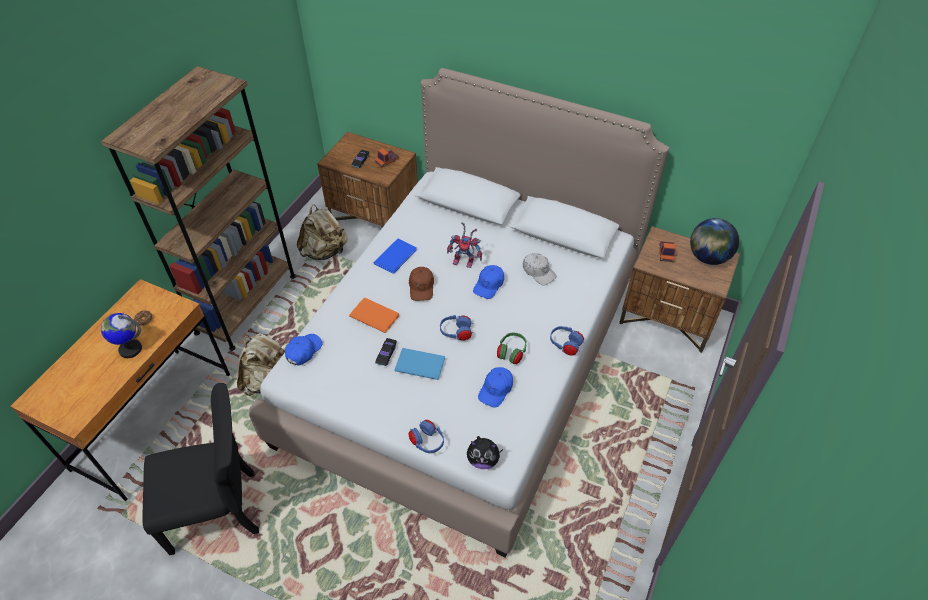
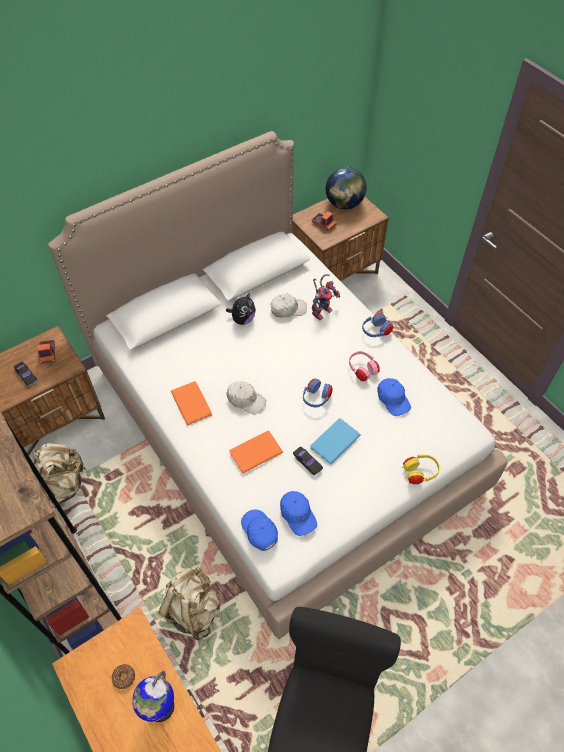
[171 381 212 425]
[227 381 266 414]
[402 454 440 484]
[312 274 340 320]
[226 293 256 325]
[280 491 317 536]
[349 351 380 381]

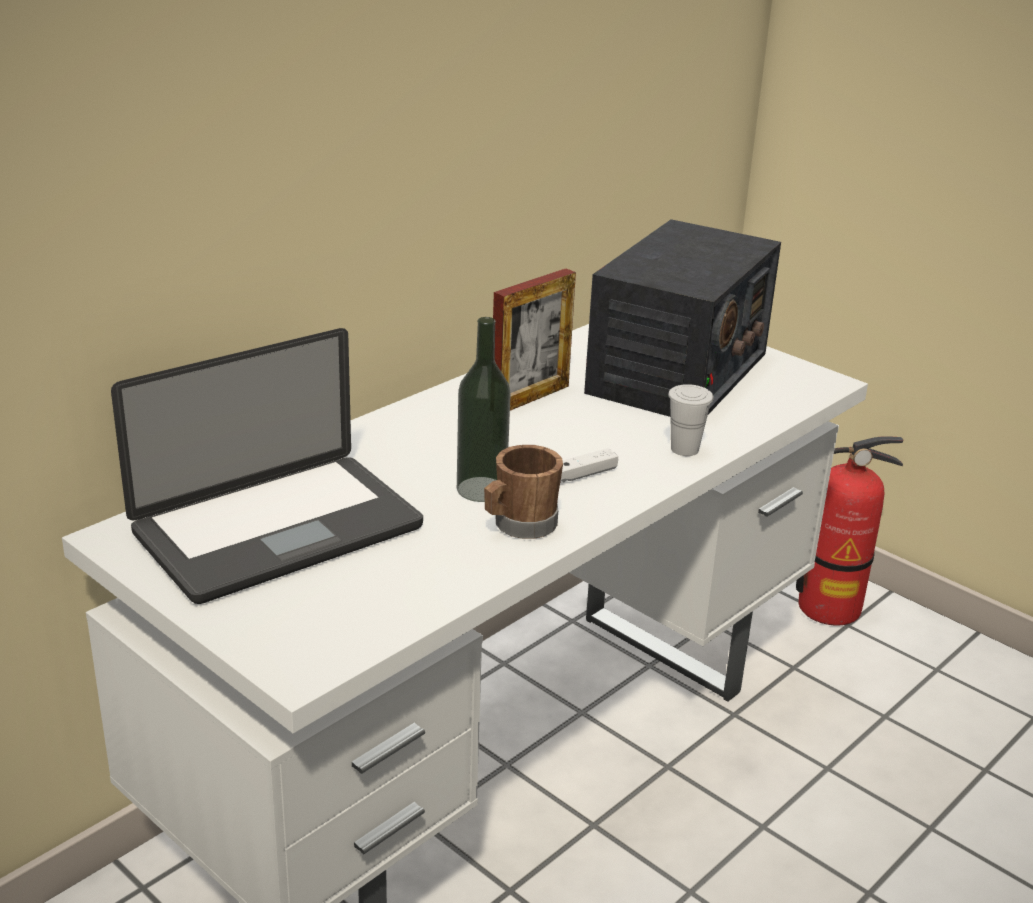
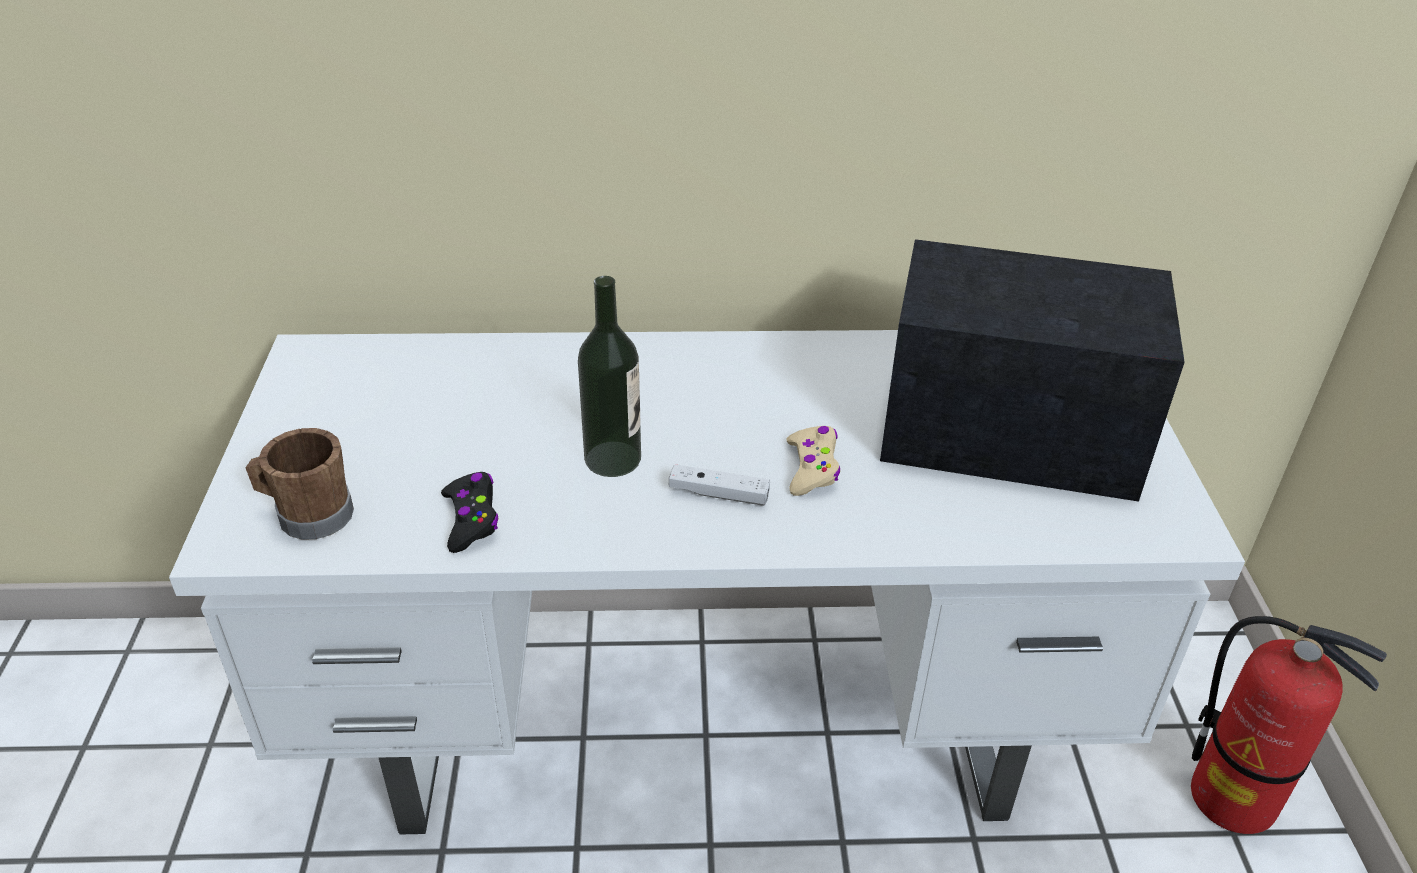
[111 328 423 604] (first image)
[245 428 354 540]
[493 269 576 411] (first image)
[880 239 1185 502]
[668 384 714 456] (first image)
[441 472 498 553]
[786 426 840 496]

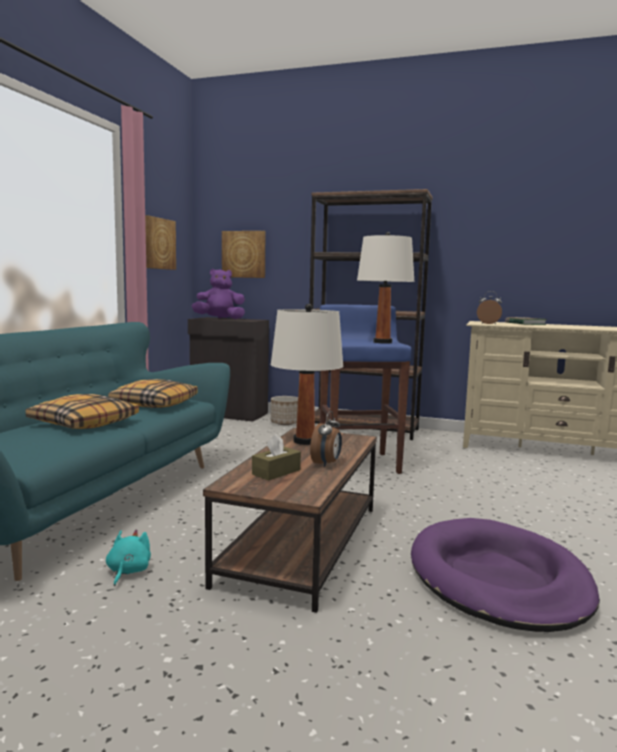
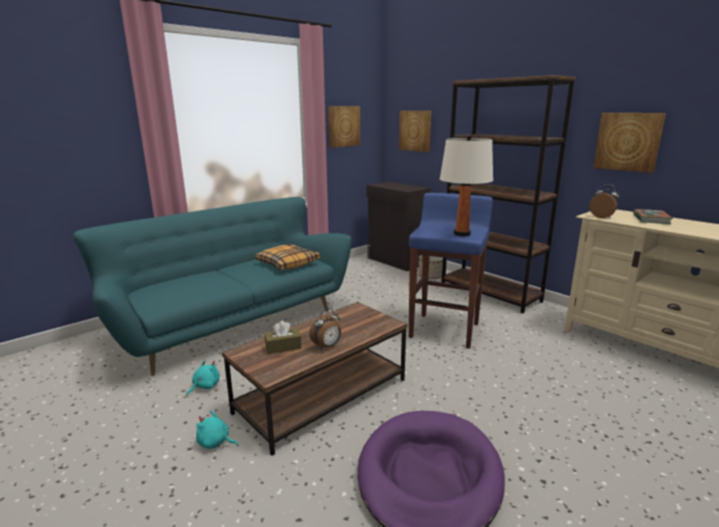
[25 394 139 429] (first image)
[192 269 245 319] (first image)
[271 304 343 445] (first image)
[196 411 239 449]
[593 113 666 173]

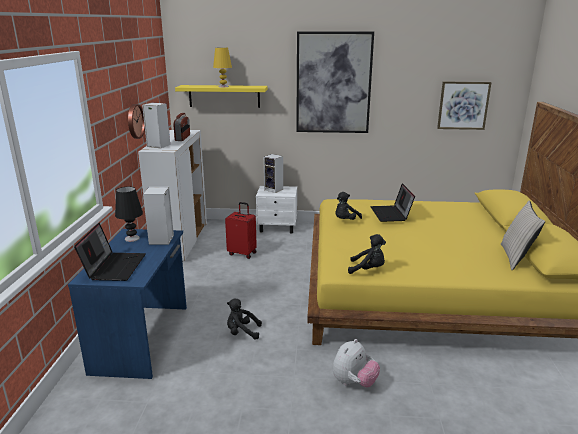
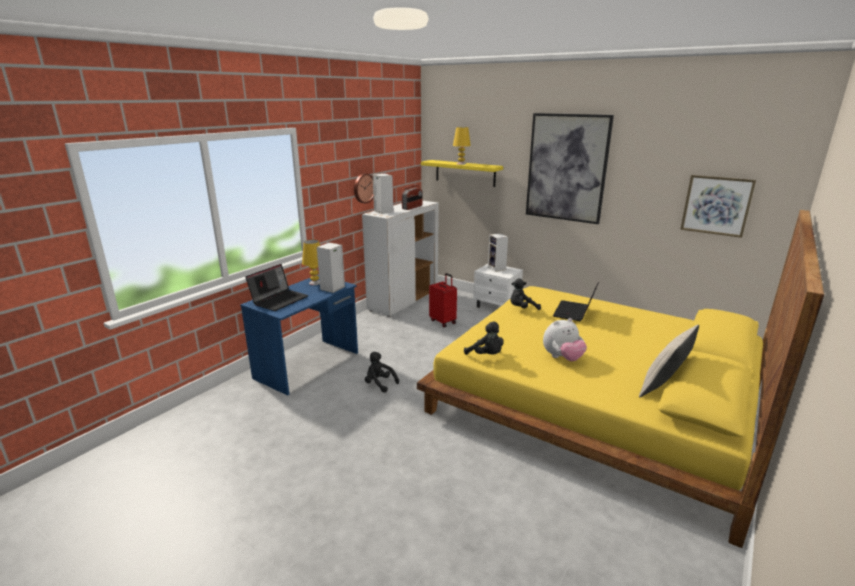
[302 240 320 285]
[543 318 587 361]

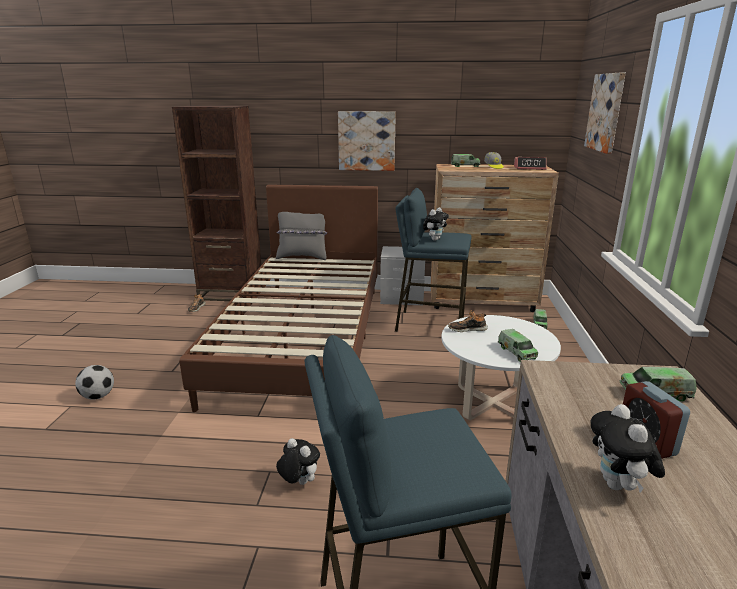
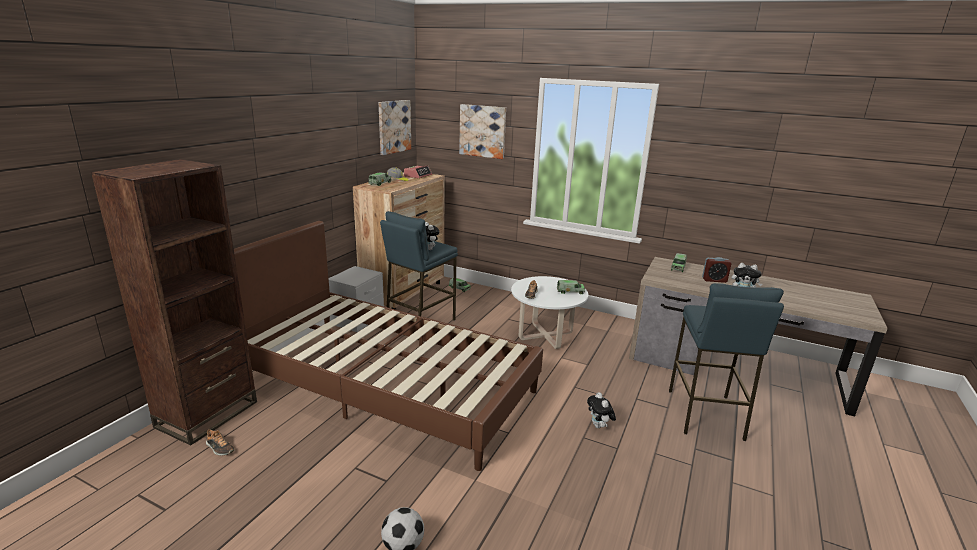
[276 212 327 260] (first image)
[587 392 616 428]
[379 100 411 155]

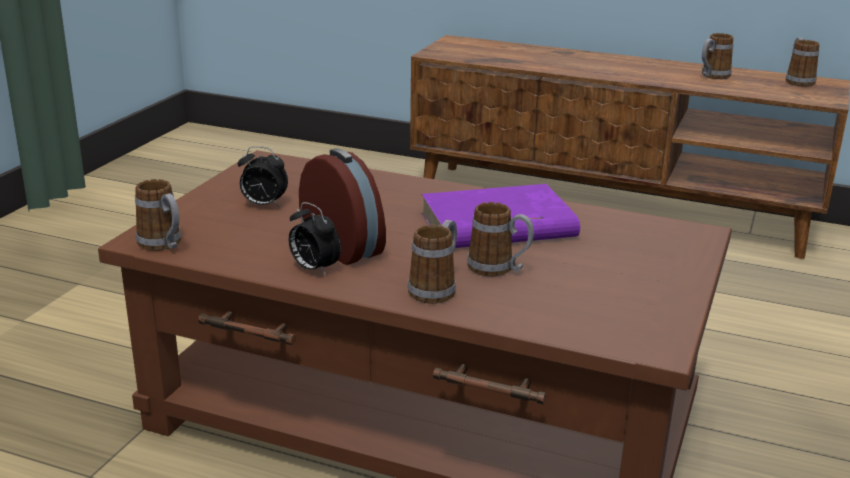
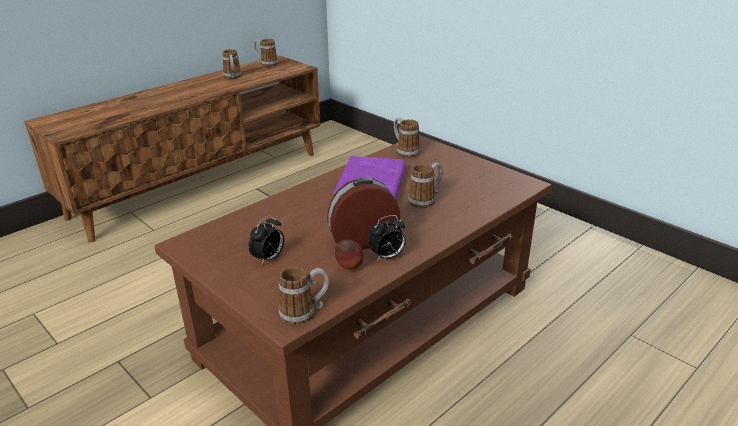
[394 118 420 158]
[335 240 364 270]

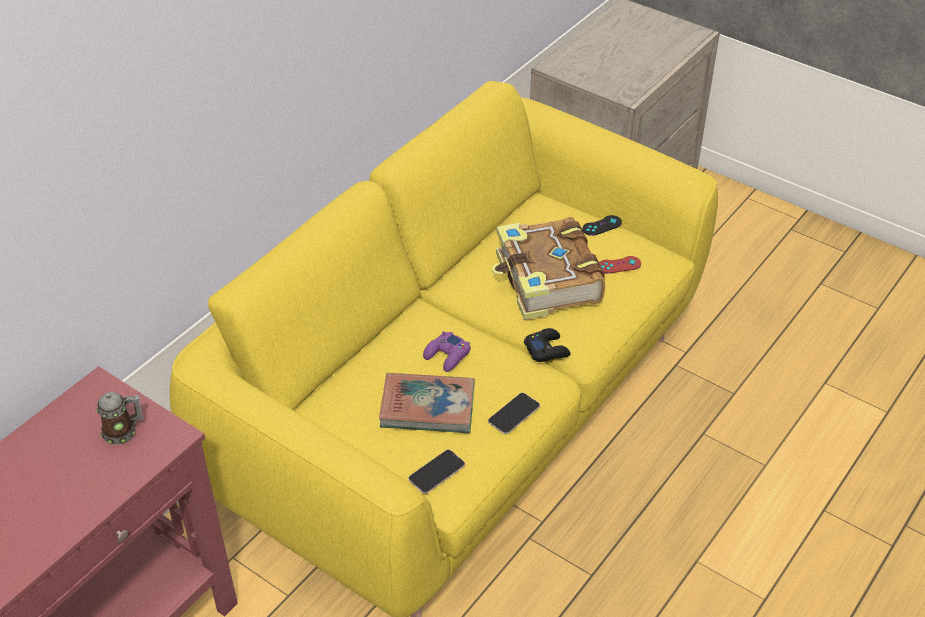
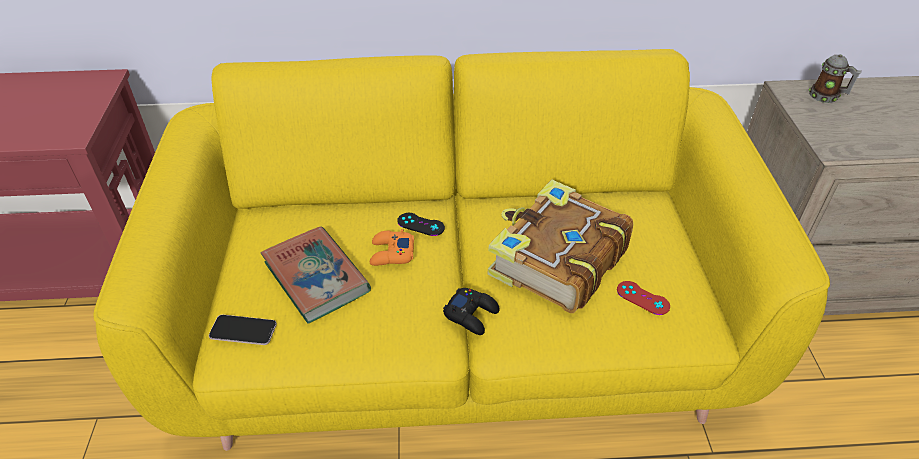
[809 54 861 103]
[370 229 414 266]
[488 393 540 434] (first image)
[397 213 445 236]

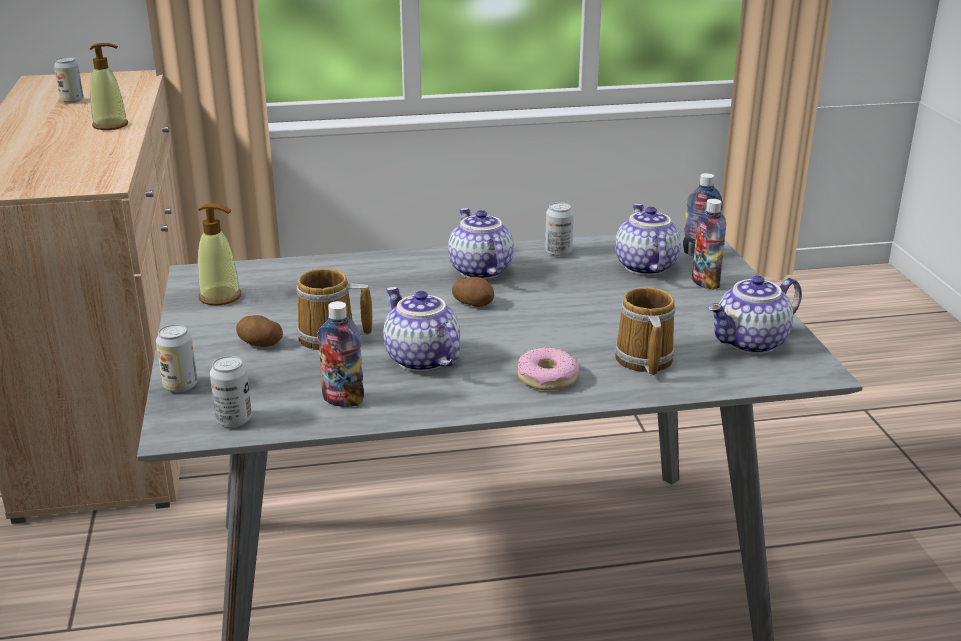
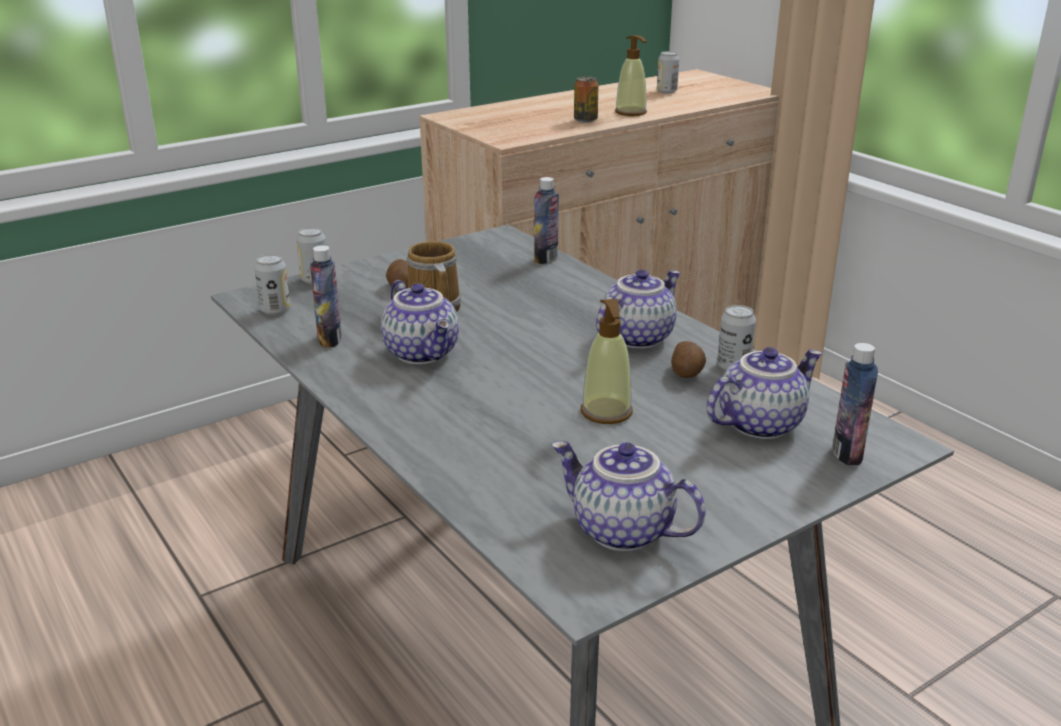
[581 299 633 424]
[381 280 459 365]
[671 341 706 378]
[518 347 579 391] (first image)
[615 287 676 376] (first image)
[534 177 559 264]
[574 76 598 123]

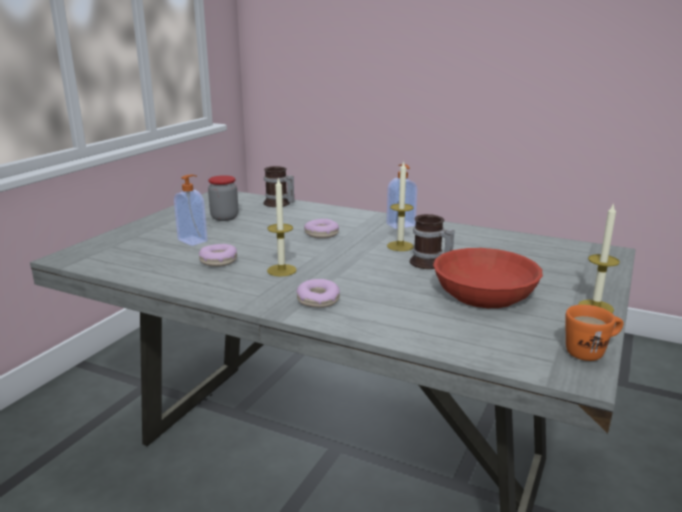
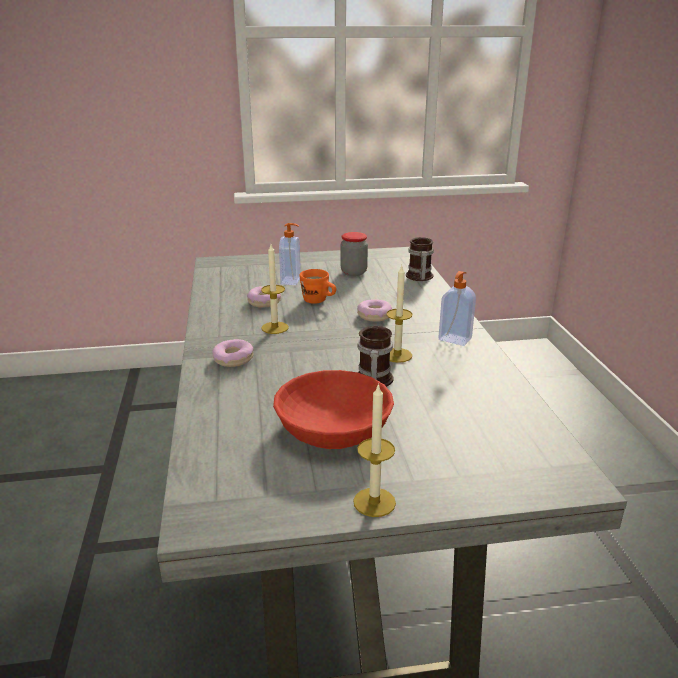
[300 269 336 304]

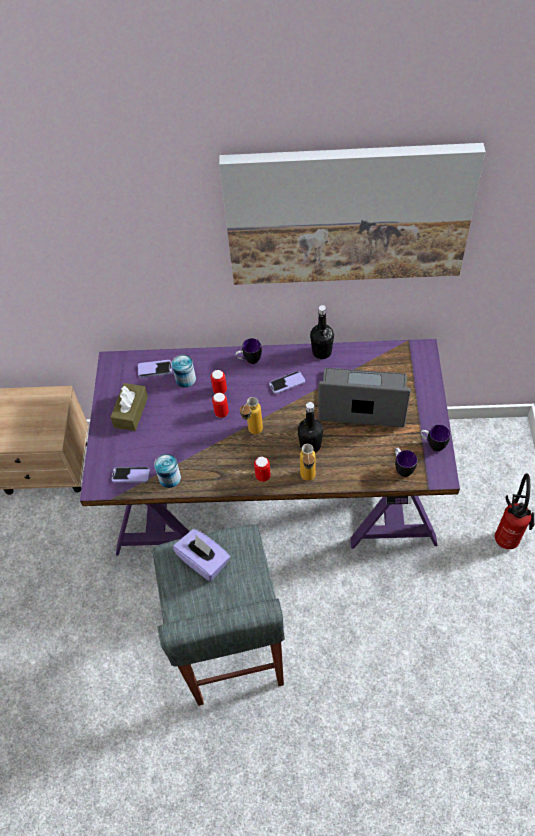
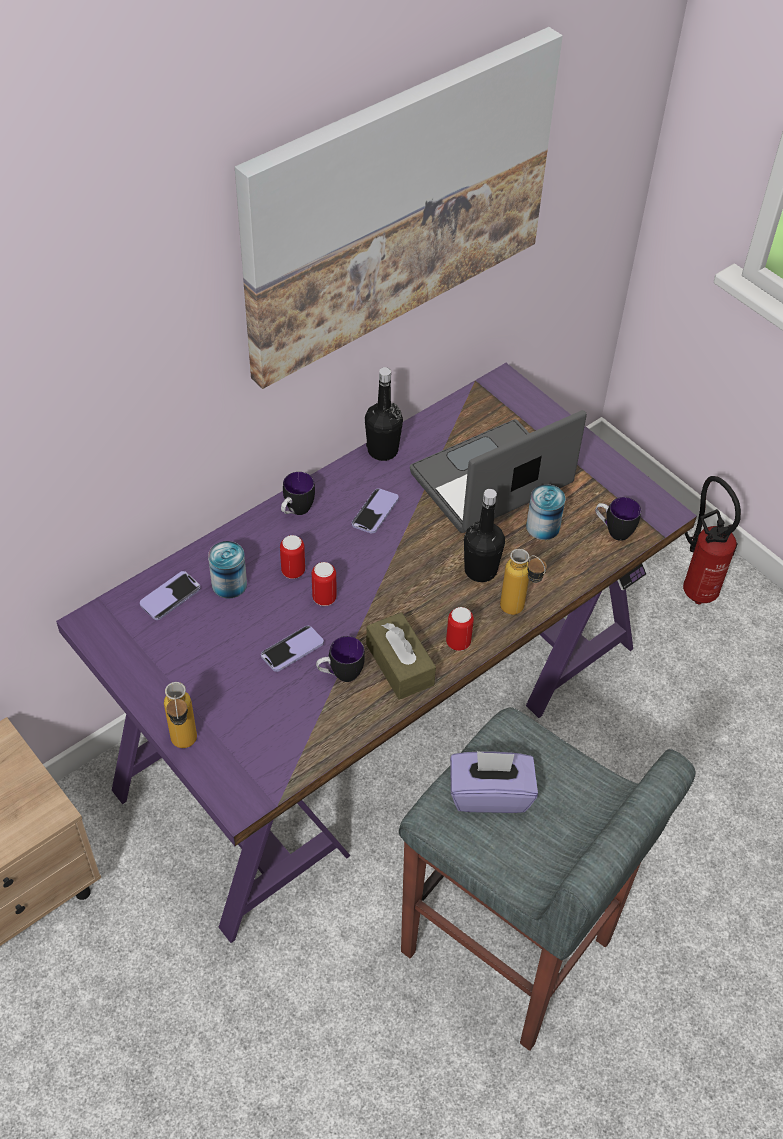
[366 612 436 700]
[261 626 324 672]
[526 484 565 540]
[164 682 197 748]
[316 636 365 682]

